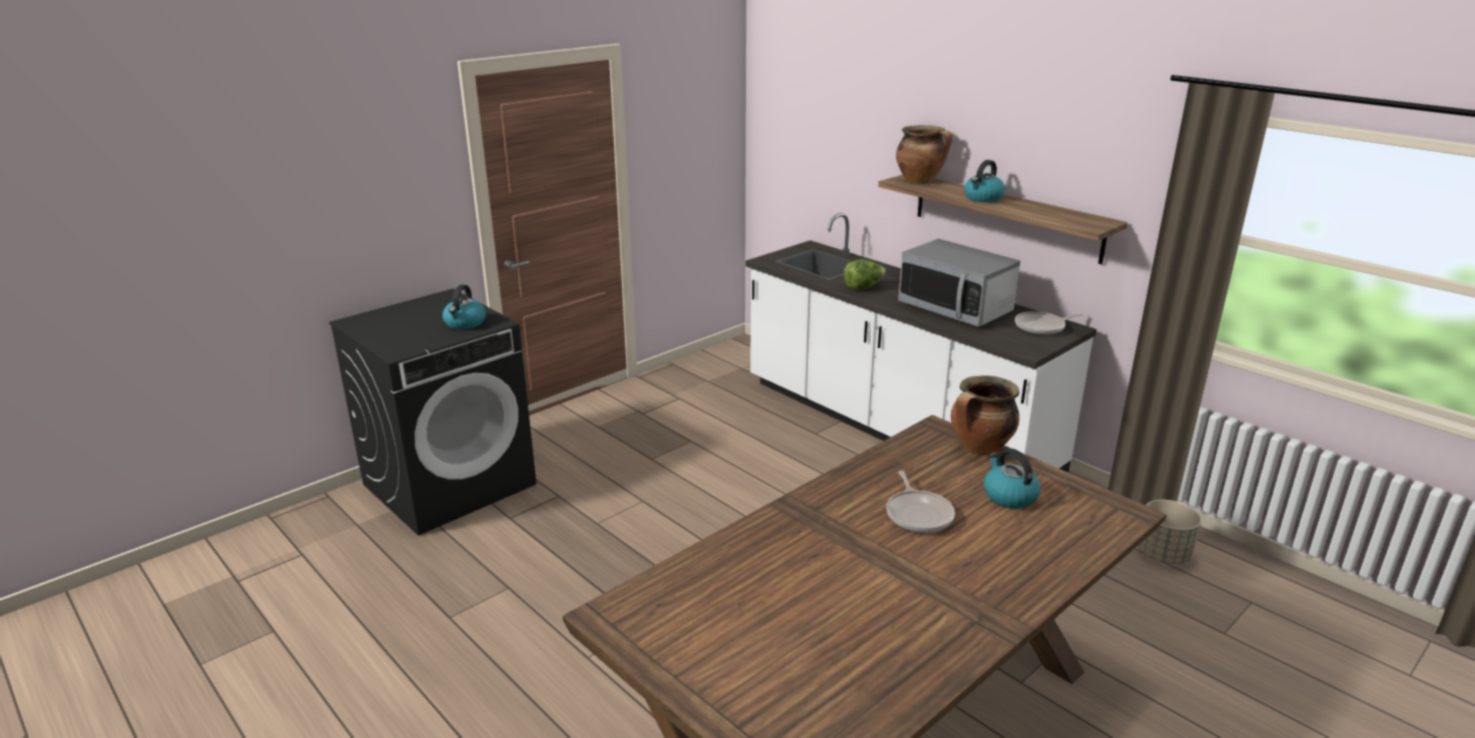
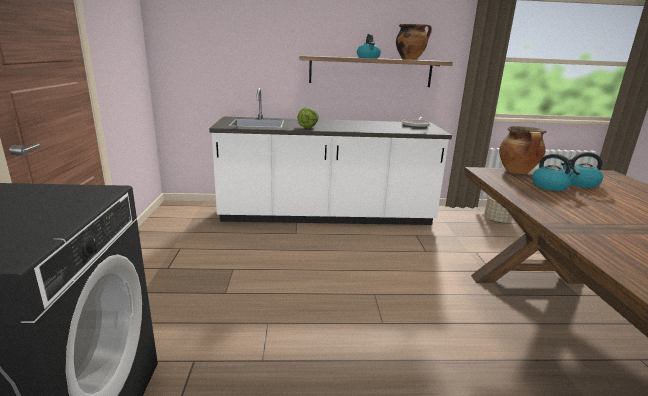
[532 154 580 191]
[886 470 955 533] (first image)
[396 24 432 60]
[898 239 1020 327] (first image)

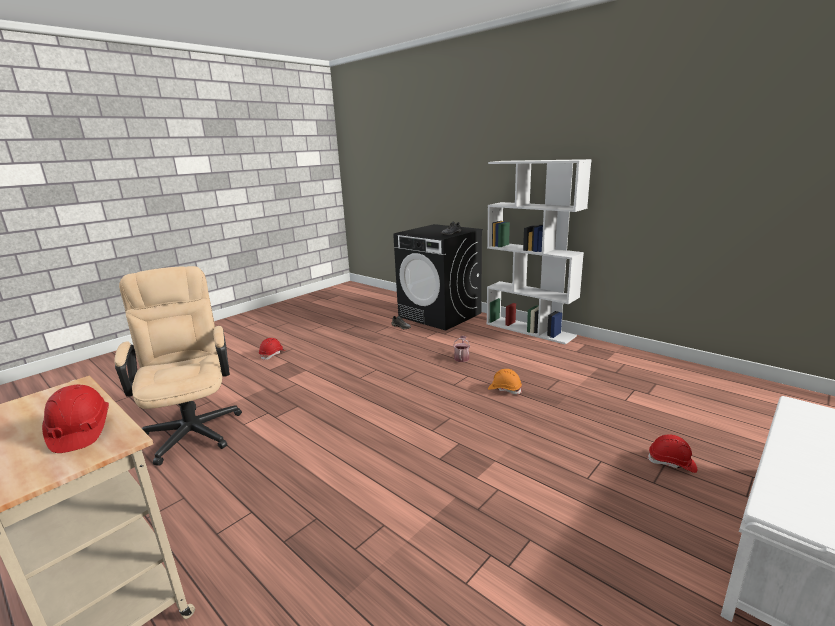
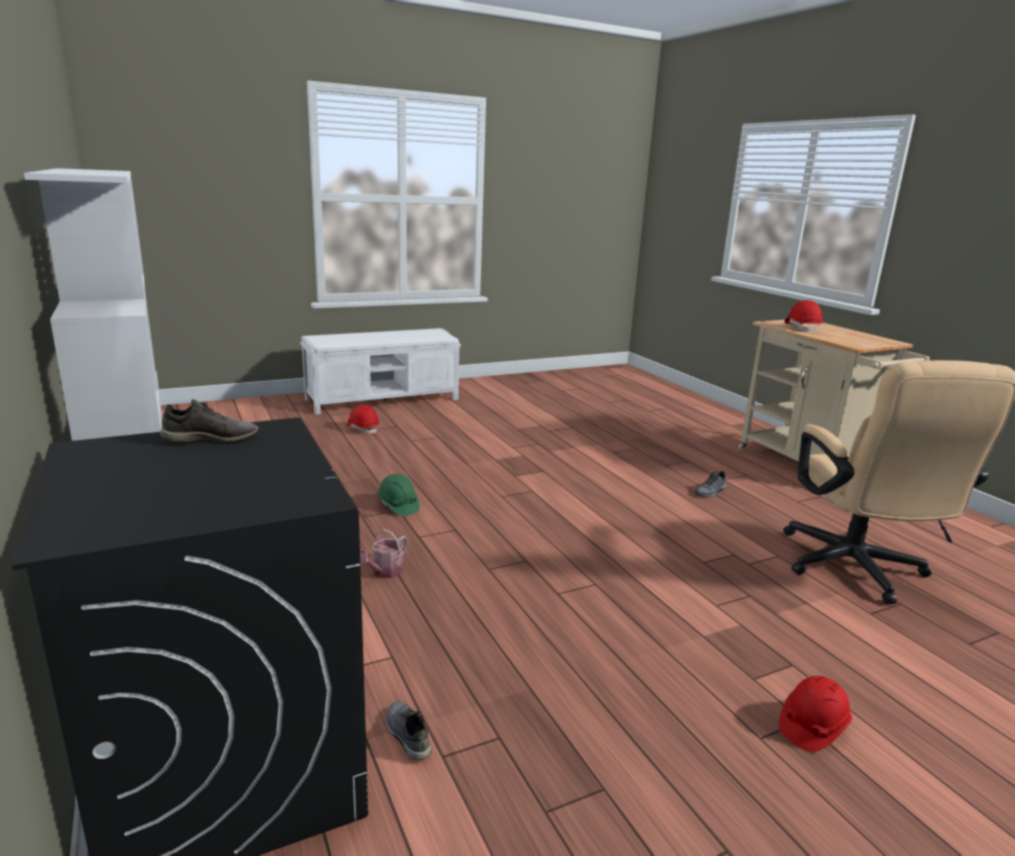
[377 474 420 516]
[695 471 726 497]

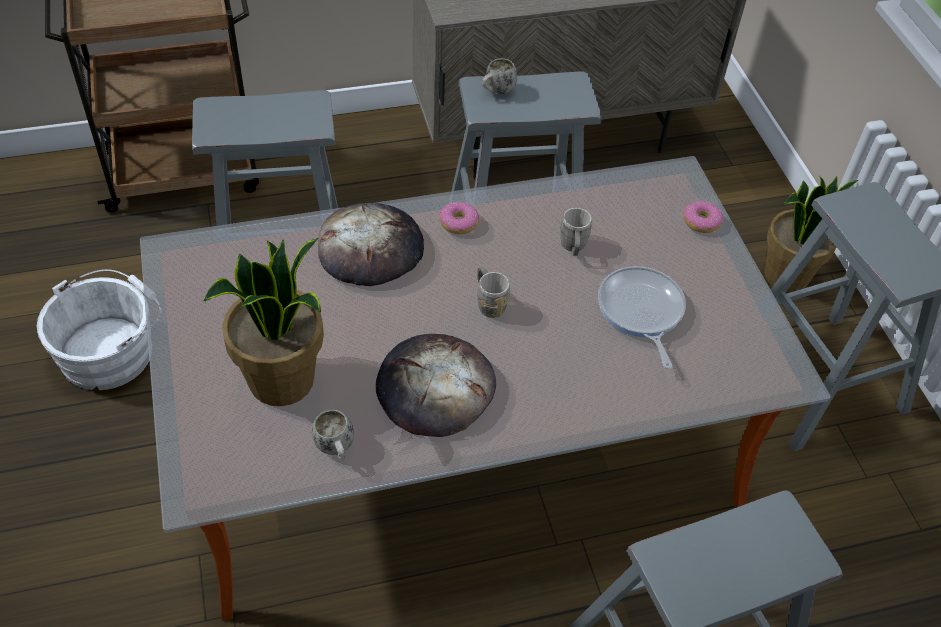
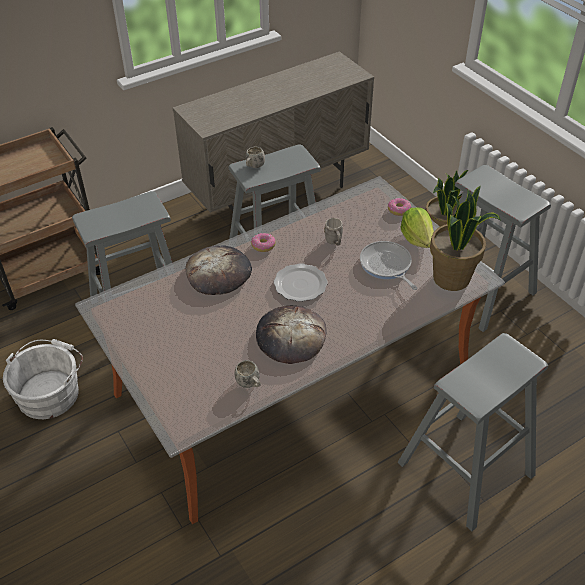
[430 186 501 291]
[274 264 327 302]
[400 208 434 248]

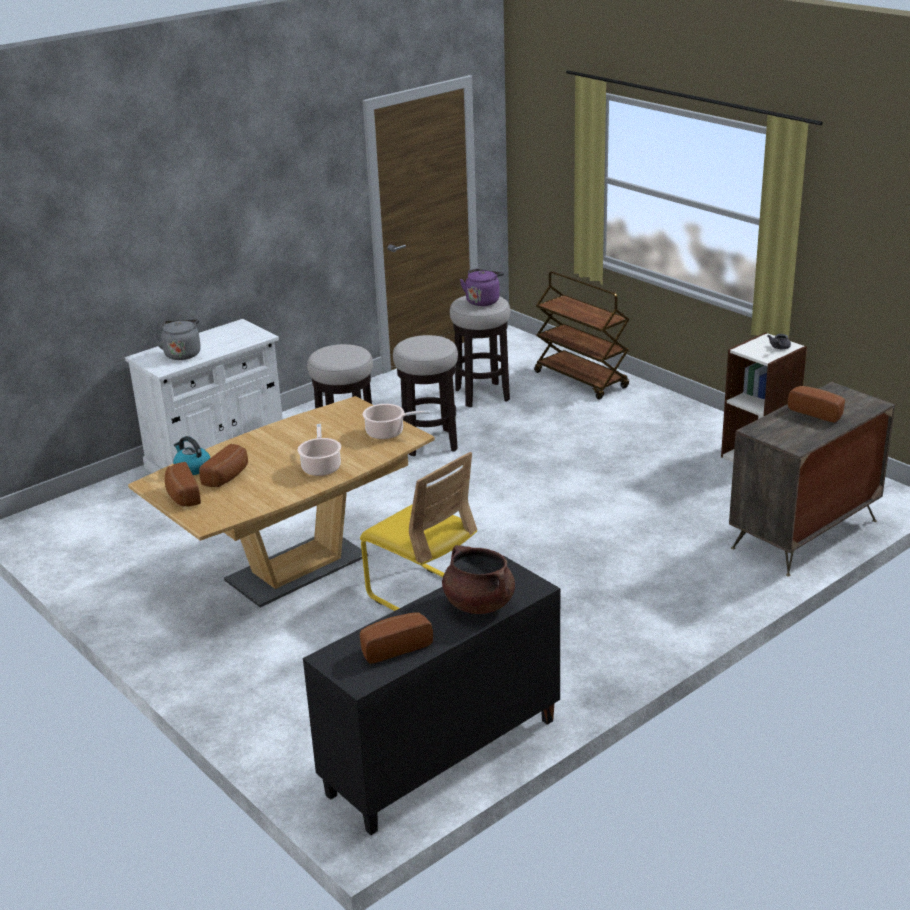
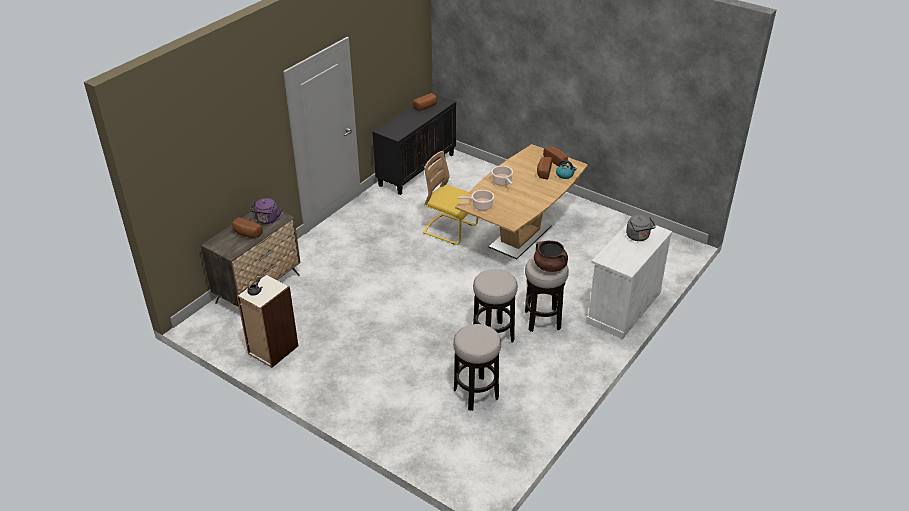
[534 241 568 272]
[250 198 282 224]
[534 271 630 400] (first image)

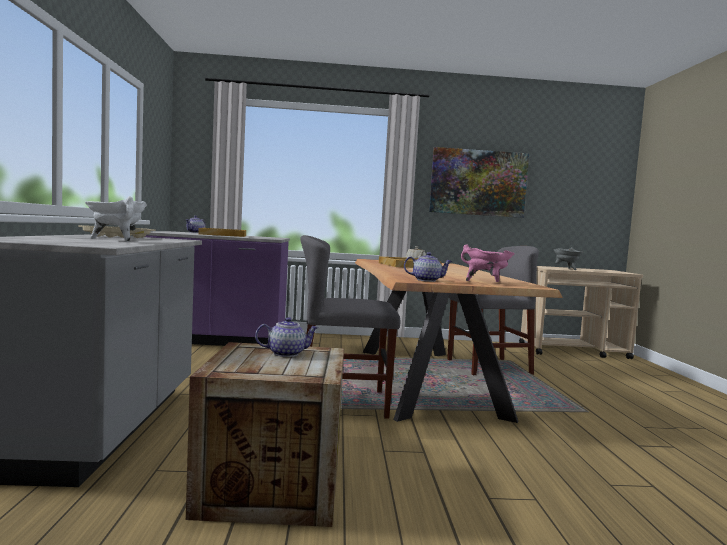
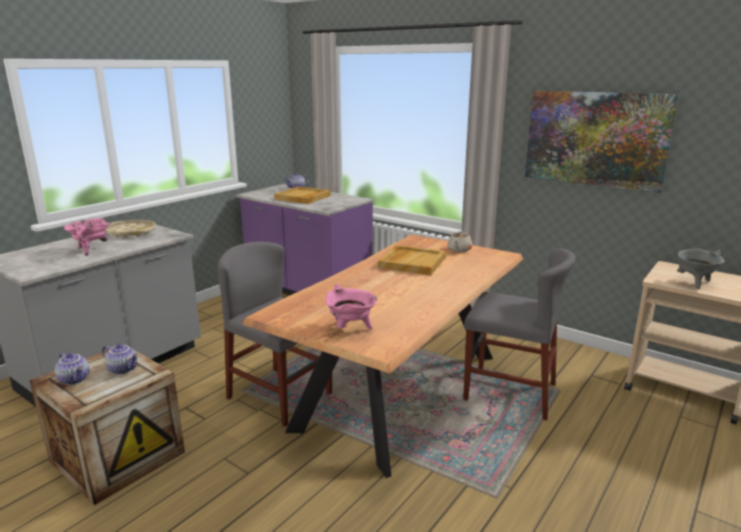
[64 218 110 256]
[55 352 89 385]

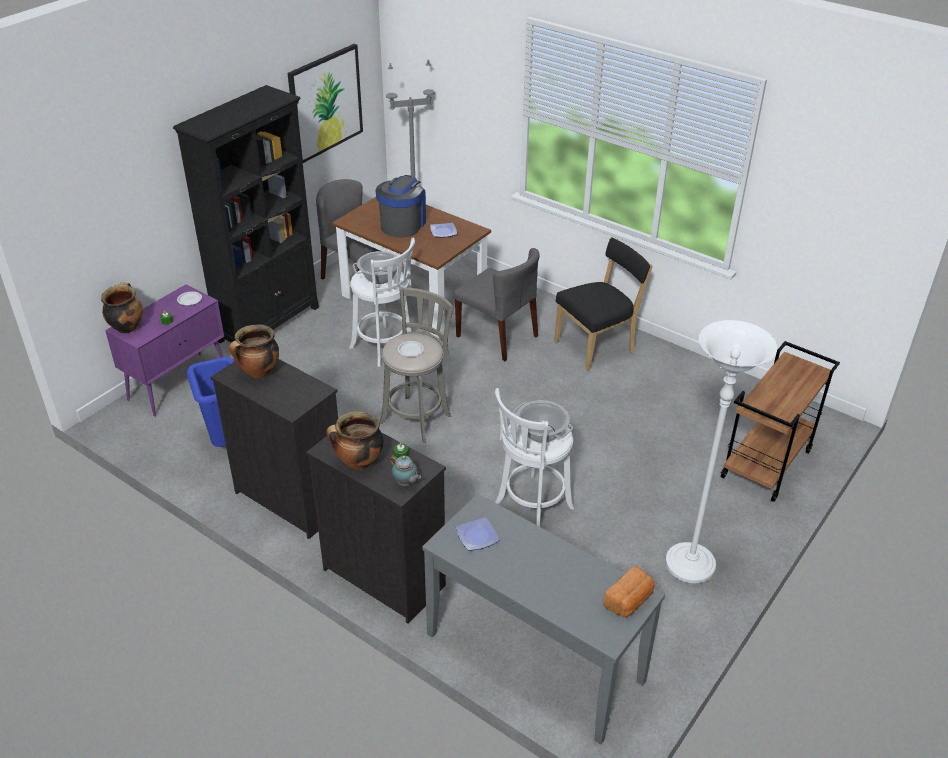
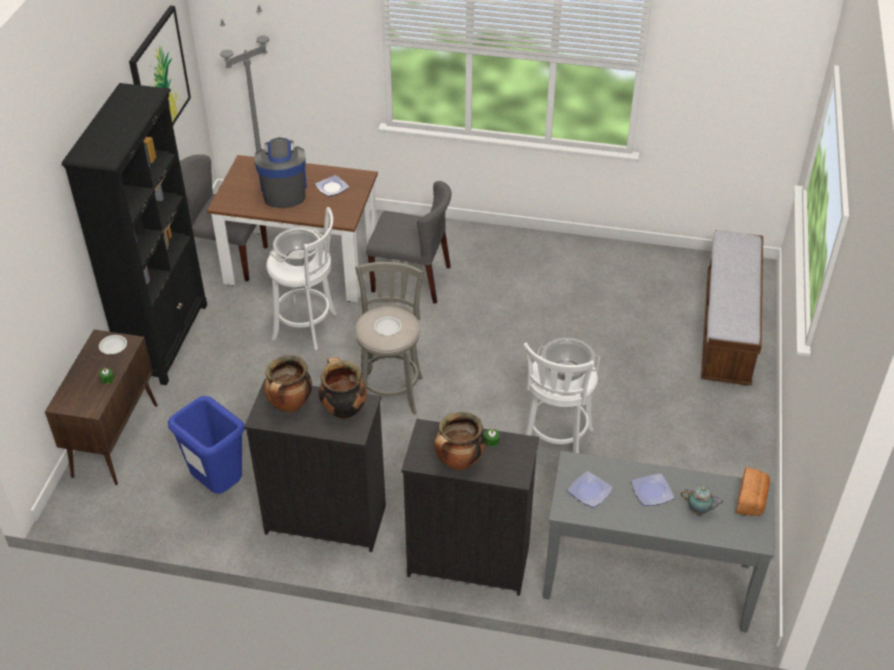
[319 357 367 419]
[45 330 158 485]
[681 486 724 515]
[554 237 653 371] (first image)
[665 320 777 584] (first image)
[701 230 763 385]
[631 474 674 506]

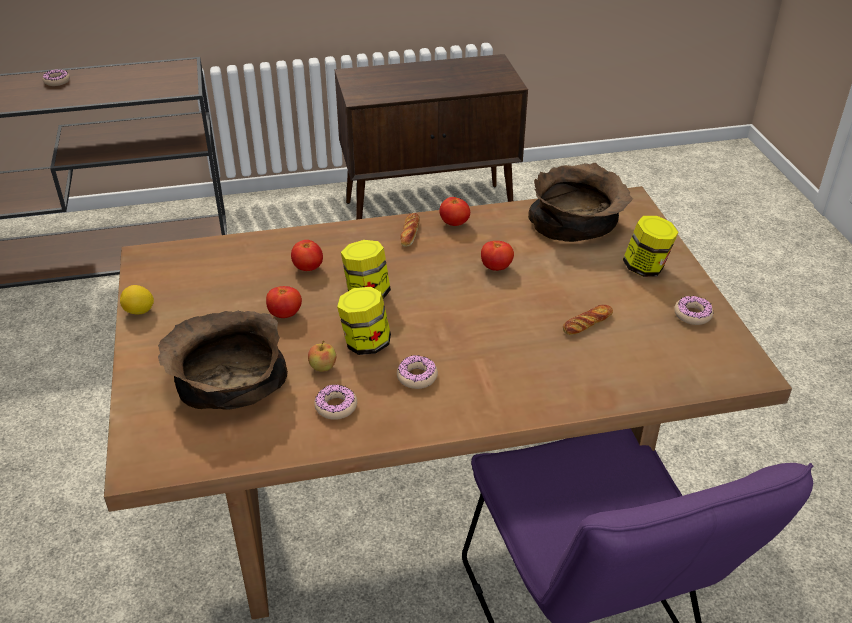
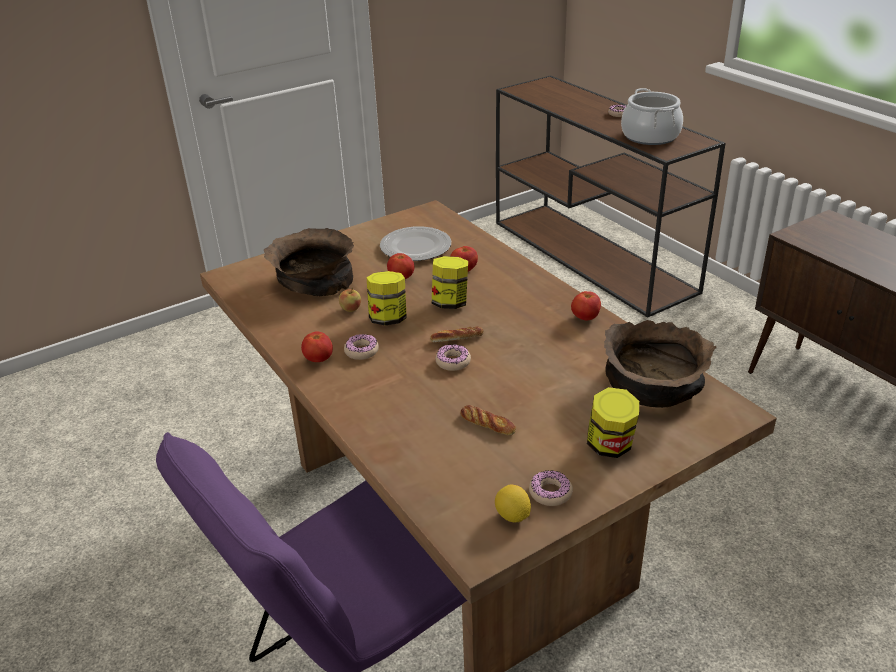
[495 485 531 522]
[435 345 471 371]
[430 326 484 343]
[301 331 333 362]
[380 226 451 261]
[621 88 683 145]

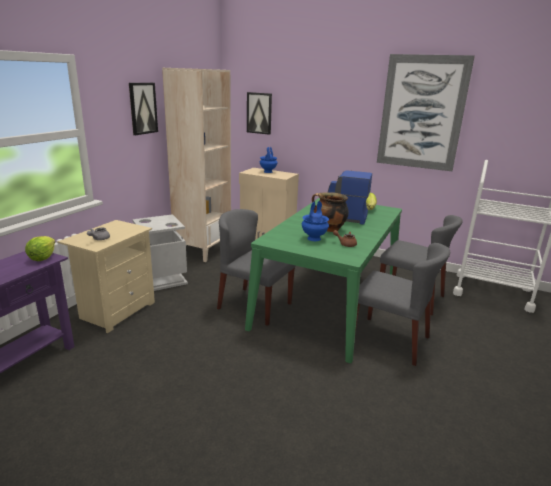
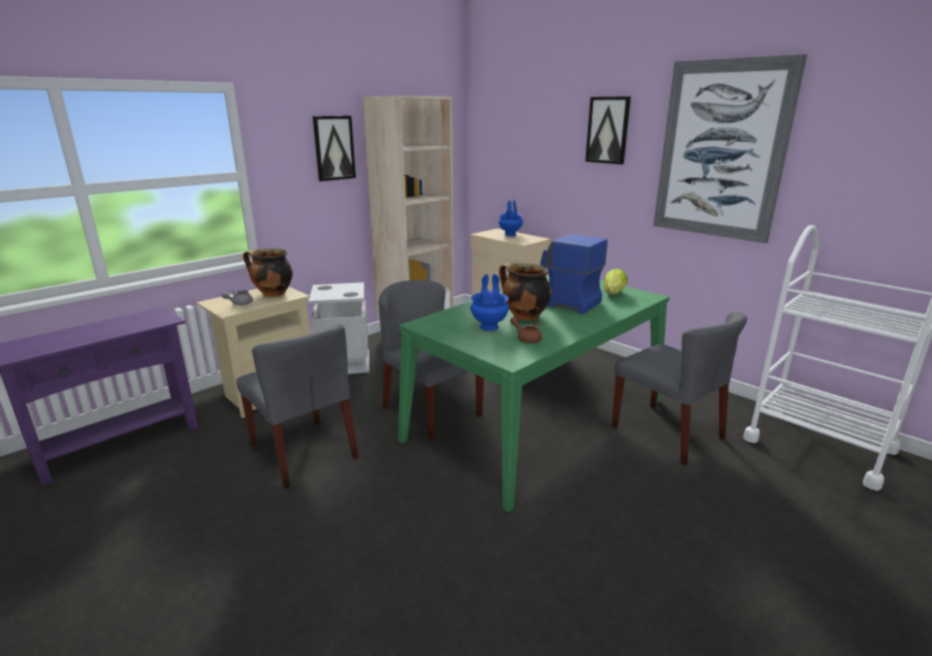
[25 236 55 261] (first image)
[585 96 631 164]
[236 324 359 489]
[243 248 293 296]

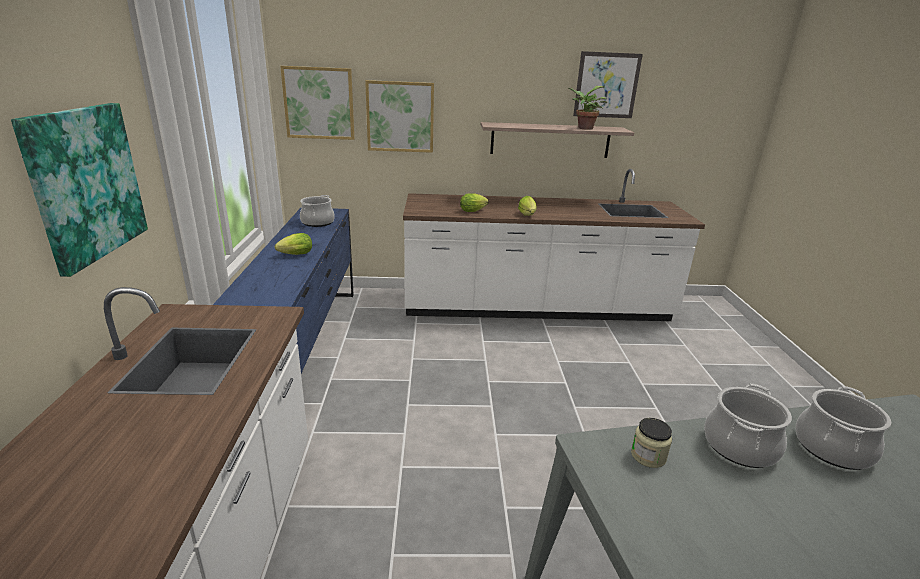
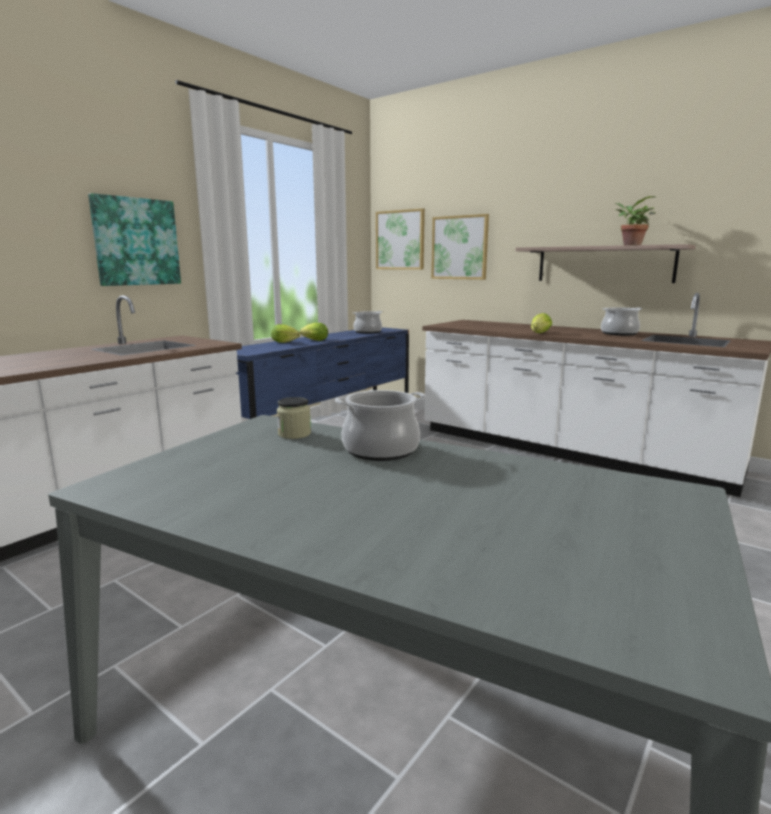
[271 324 300 343]
[573 51 643 118] (first image)
[601 307 642 336]

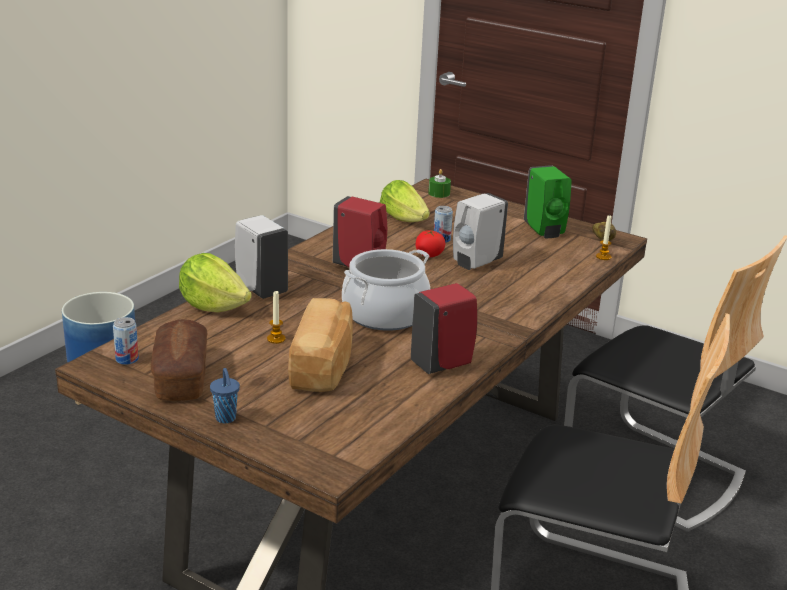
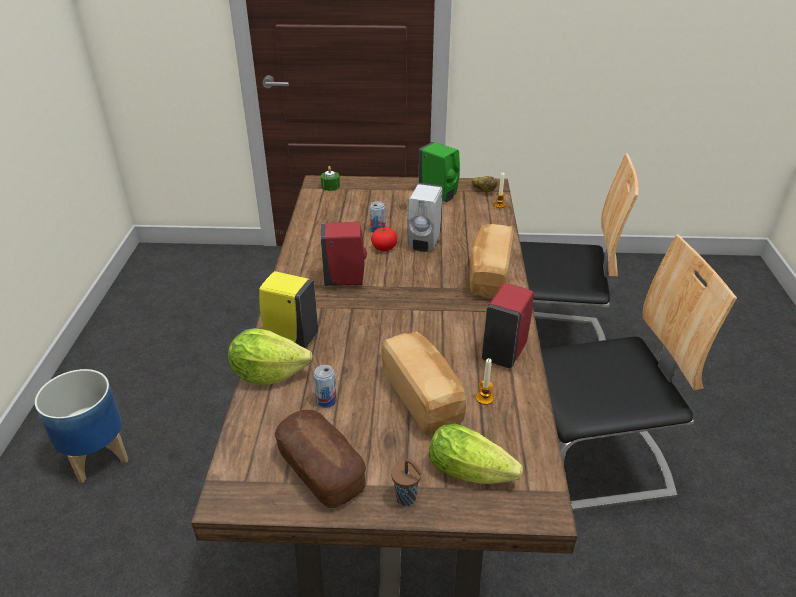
[313 365 337 408]
[391 459 422 506]
[259 271 318 348]
[476 358 494 405]
[342 249 430 331] (first image)
[429 424 523 484]
[470 224 514 299]

